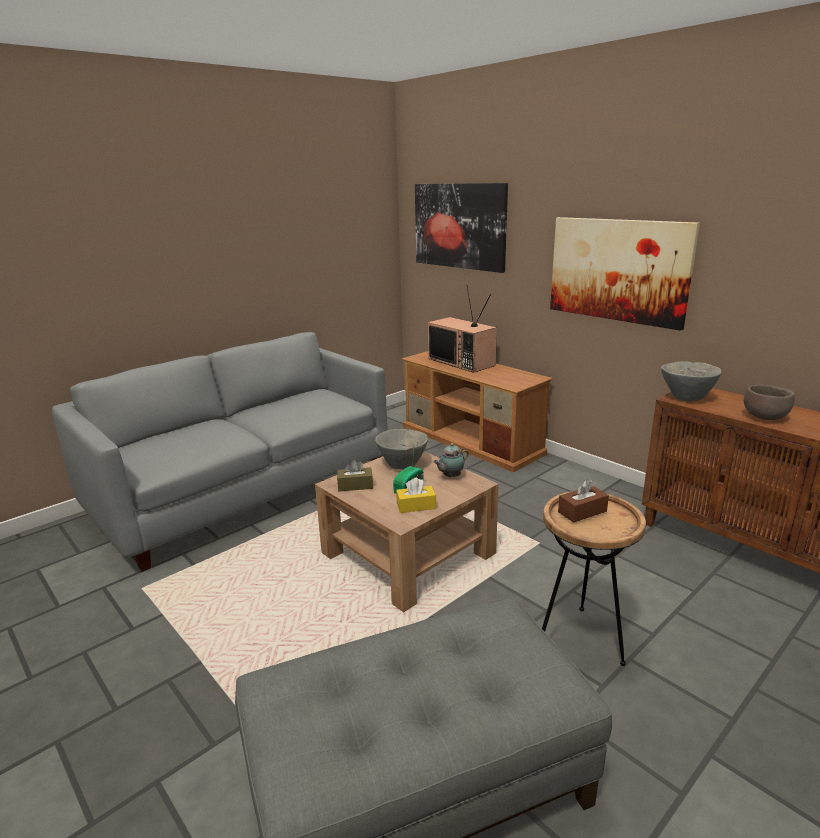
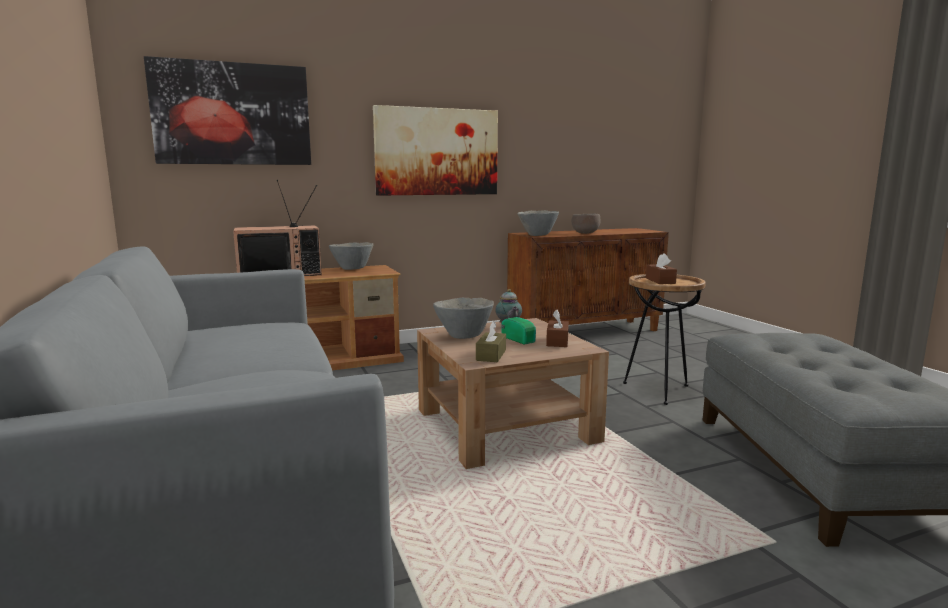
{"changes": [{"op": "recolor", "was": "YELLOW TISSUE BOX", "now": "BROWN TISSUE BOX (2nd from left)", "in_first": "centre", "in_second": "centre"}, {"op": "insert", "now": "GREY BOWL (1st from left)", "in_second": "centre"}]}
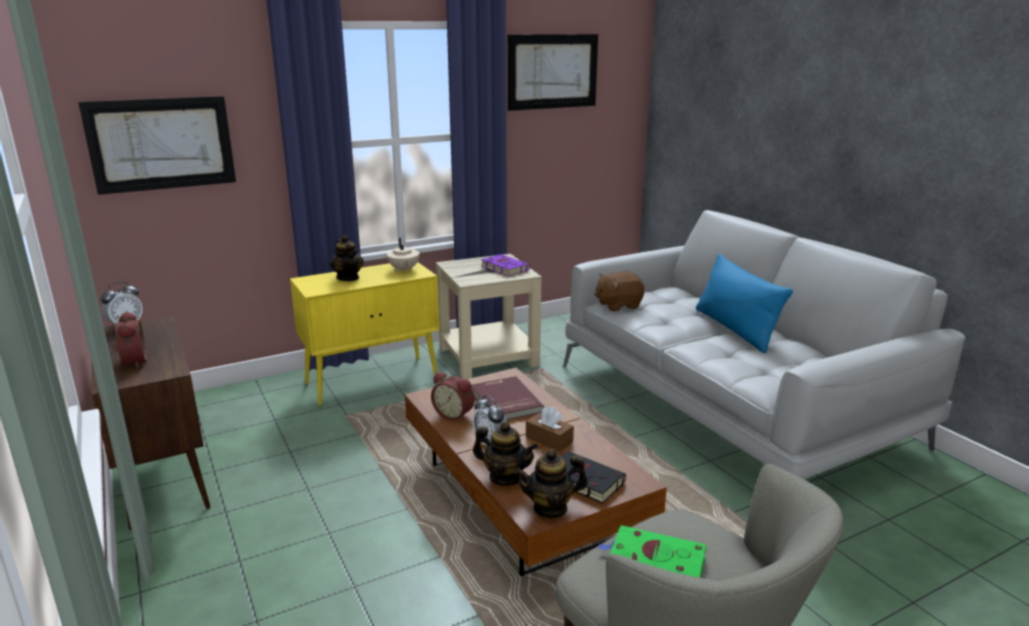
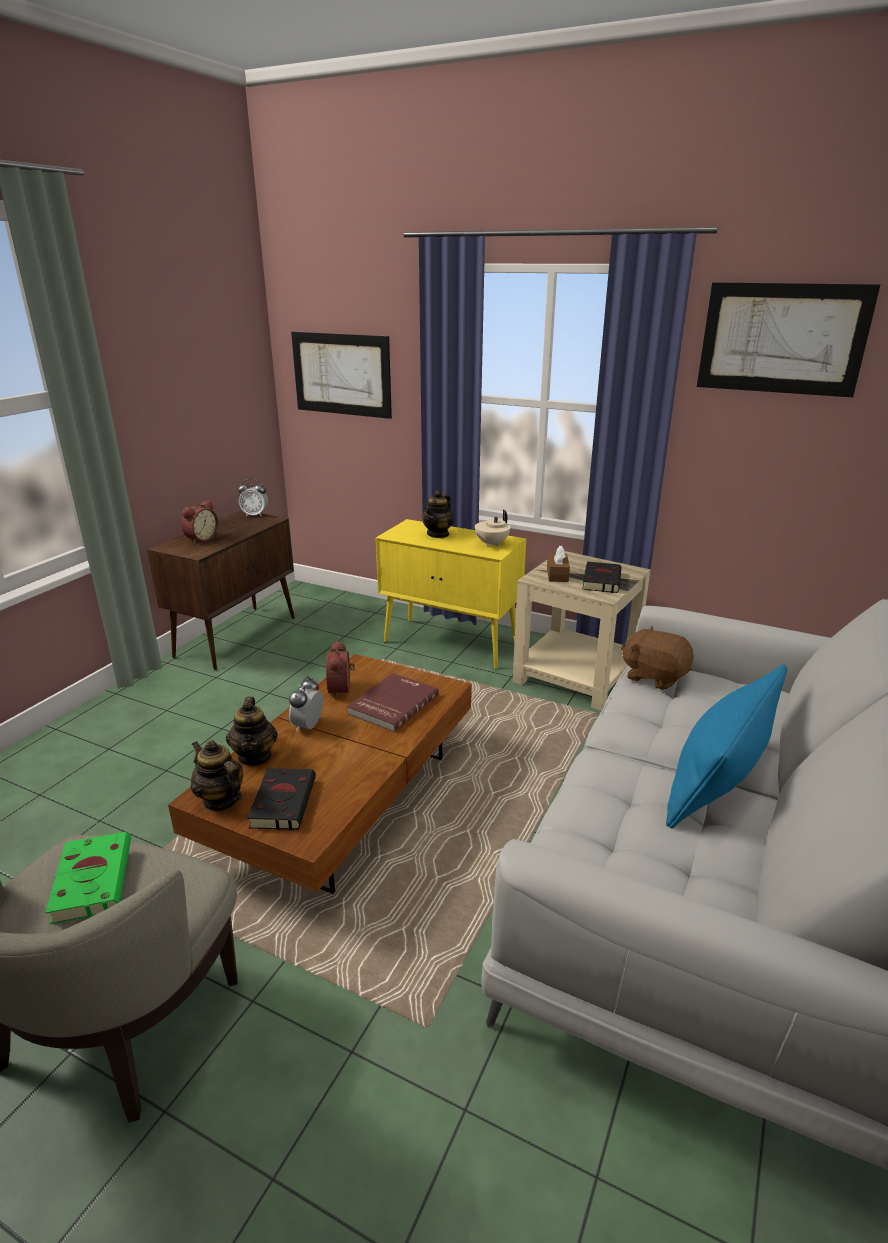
{"changes": [{"op": "recolor", "was": "PURPLE BOOK", "now": "BLACK BOOK (2nd from left)", "in_first": "centre", "in_second": "middle right"}, {"op": "move", "was": "BROWN TISSUE BOX", "in_first": "bottom centre", "in_second": "centre"}]}
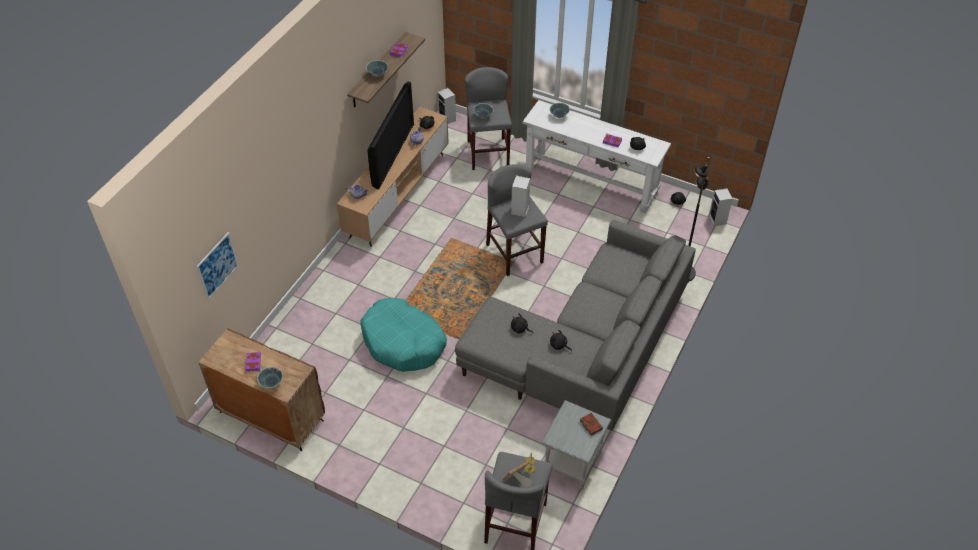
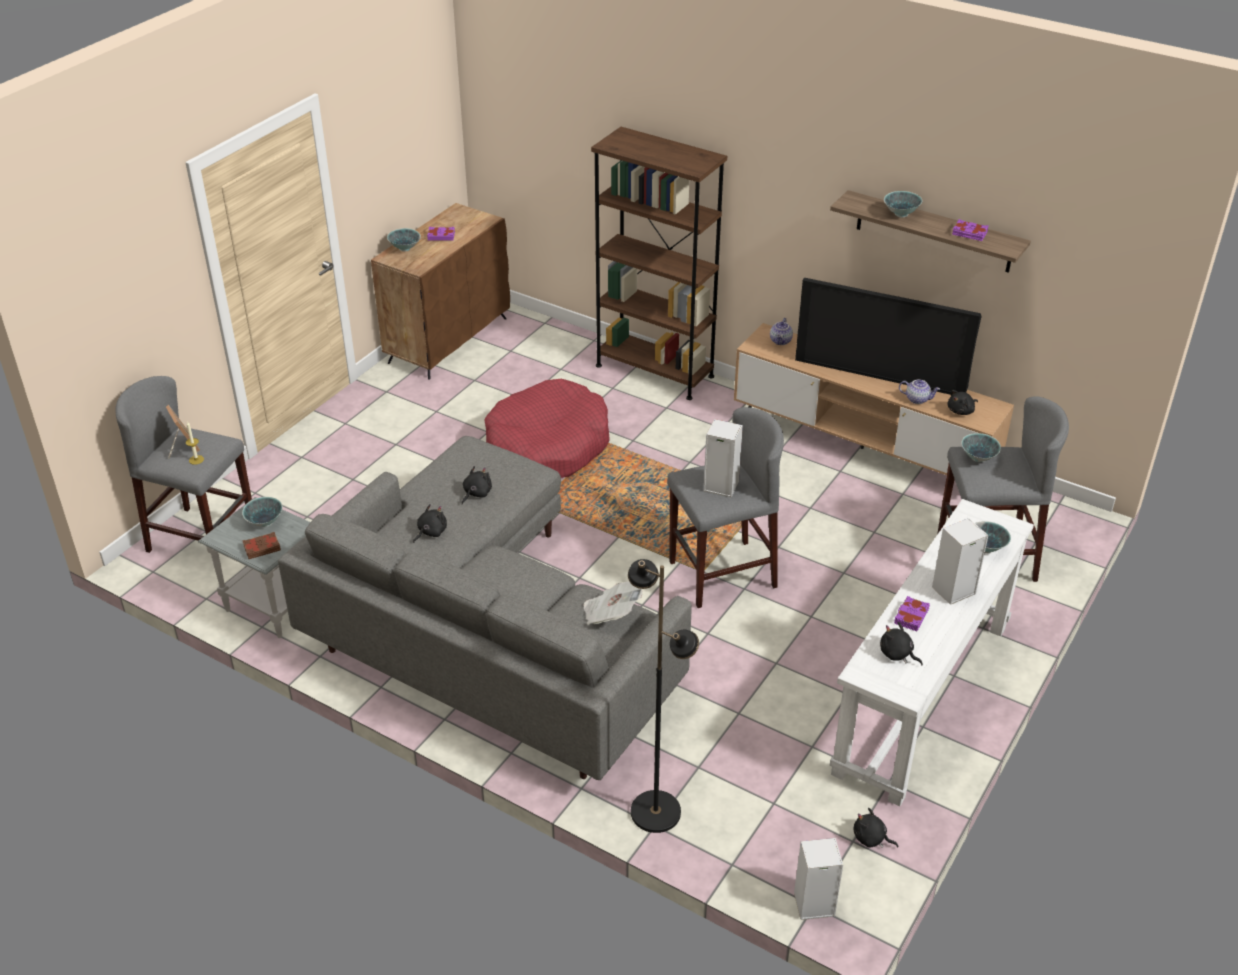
{"changes": [{"op": "move", "was": "SPEAKER (1st from left in the first image)", "now": "SPEAKER (3rd from left)", "in_first": "top centre", "in_second": "middle right"}, {"op": "delete", "was": "PICTURE", "in_first": "middle left"}, {"op": "recolor", "was": "TURQUOISE DOG BED", "now": "RED DOG BED", "in_first": "centre", "in_second": "centre"}, {"op": "insert", "now": "BROWN BOOKCASE", "in_second": "top centre"}, {"op": "insert", "now": "BOWL (1st from left)", "in_second": "middle left"}, {"op": "insert", "now": "NEWSPAPER", "in_second": "centre"}]}
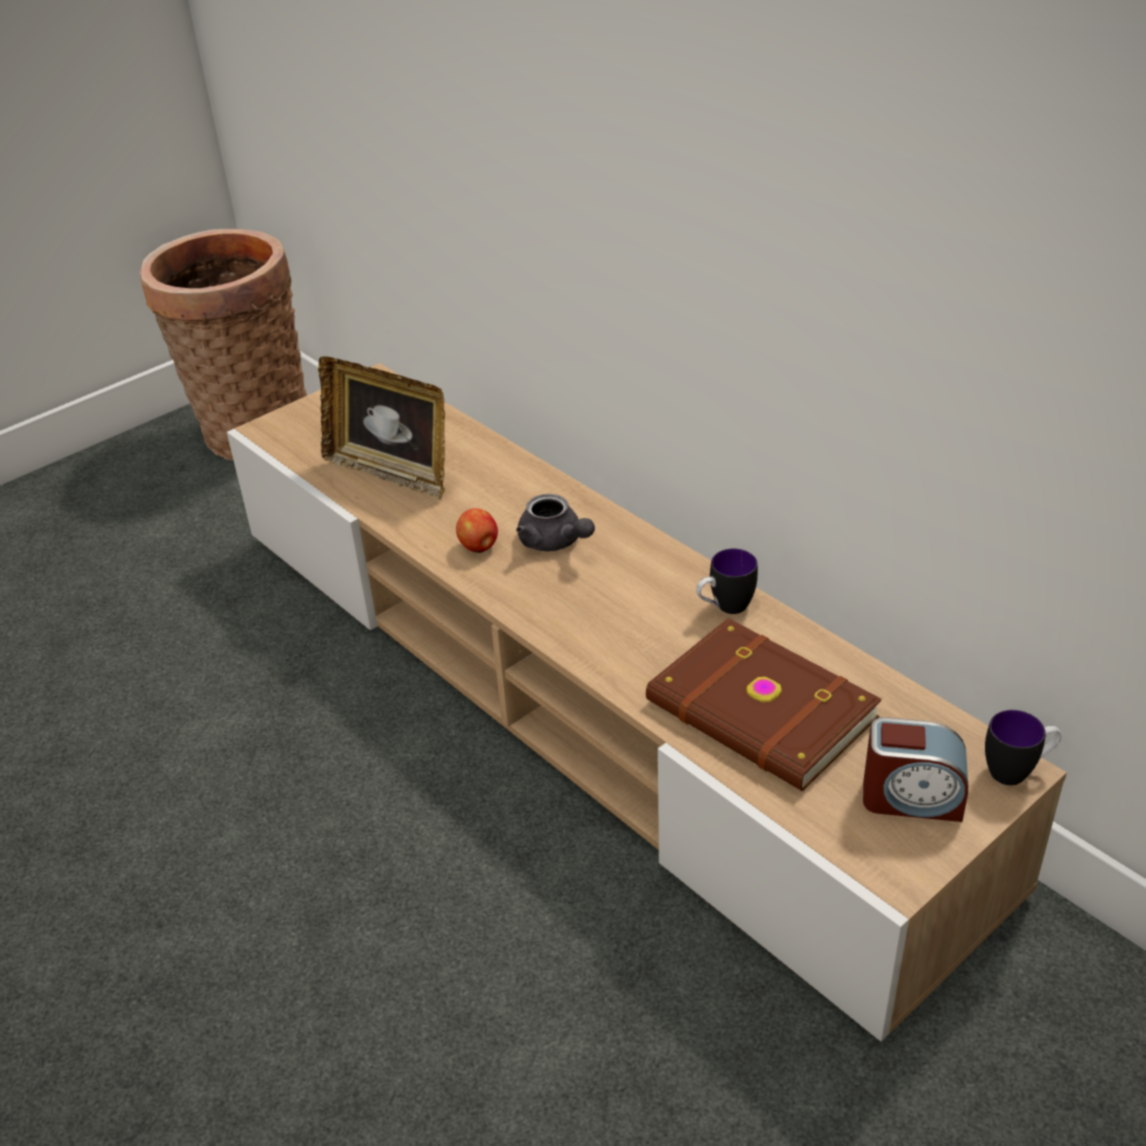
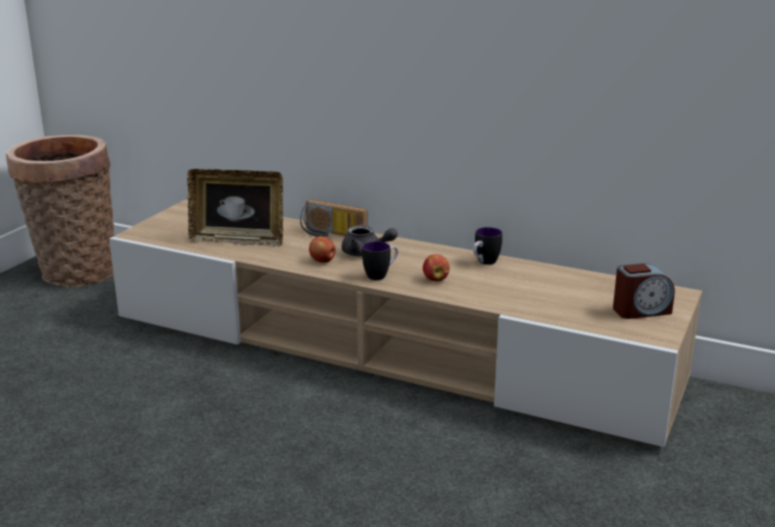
{"changes": [{"op": "delete", "was": "BROWN BOOK", "in_first": "middle right"}, {"op": "move", "was": "MUG (2nd from left in the first image)", "now": "MUG (1st from left)", "in_first": "middle right", "in_second": "centre"}, {"op": "insert", "now": "RADIO", "in_second": "centre"}, {"op": "insert", "now": "APPLE (2nd from left)", "in_second": "centre"}]}
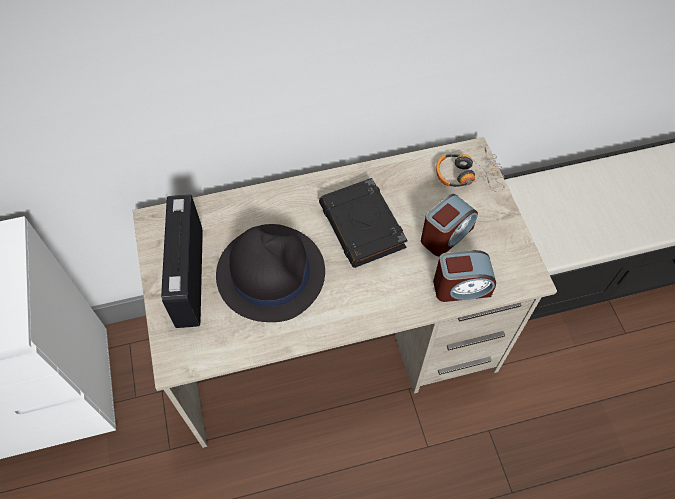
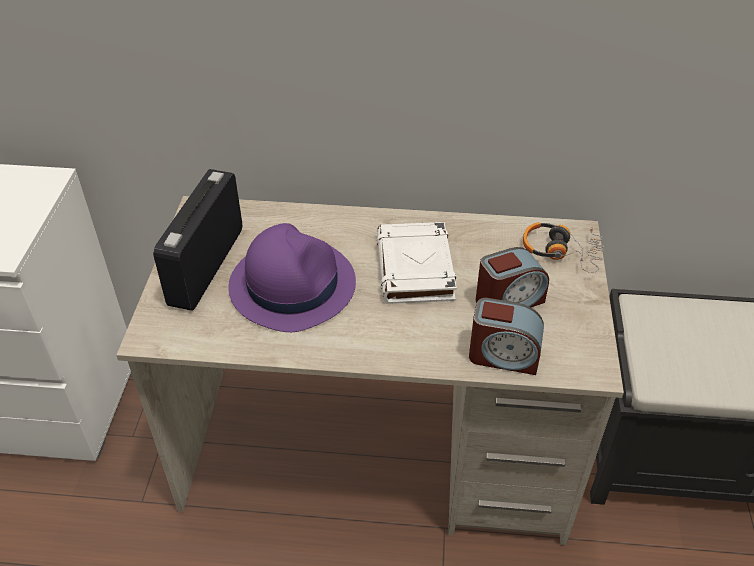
{"changes": [{"op": "recolor", "was": "BLACK BOOK", "now": "WHITE BOOK", "in_first": "centre", "in_second": "centre"}, {"op": "recolor", "was": "BLACK HAT", "now": "PURPLE HAT", "in_first": "centre", "in_second": "centre"}]}
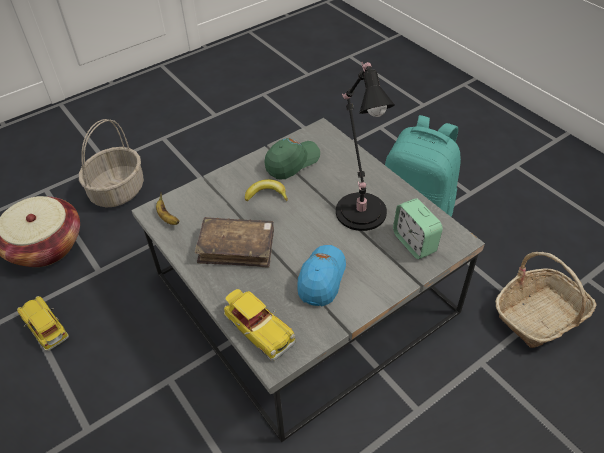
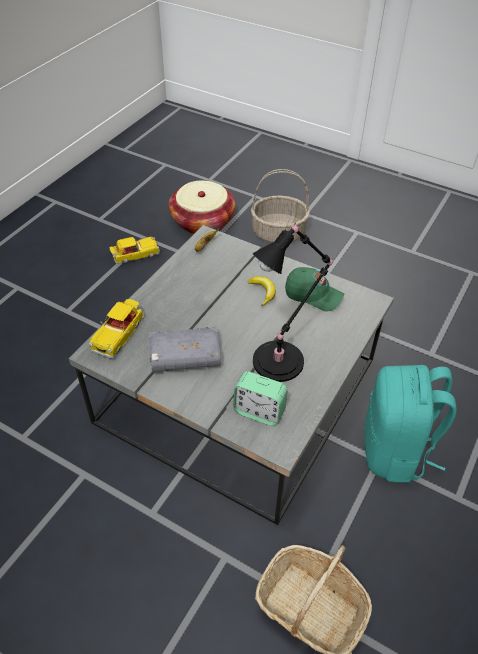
{"changes": [{"op": "rotate", "was": "ALARM CLOCK", "in_first": "middle right", "in_second": "centre", "clockwise": -105}, {"op": "delete", "was": "BROWN BOOK", "in_first": "centre"}, {"op": "replace", "was": "BLUE CAP", "now": "GREY BOOK", "in_first": "centre", "in_second": "centre"}, {"op": "rotate", "was": "TOY CAR (1st from left in the first image)", "in_first": "bottom left", "in_second": "middle left", "clockwise": 45}]}
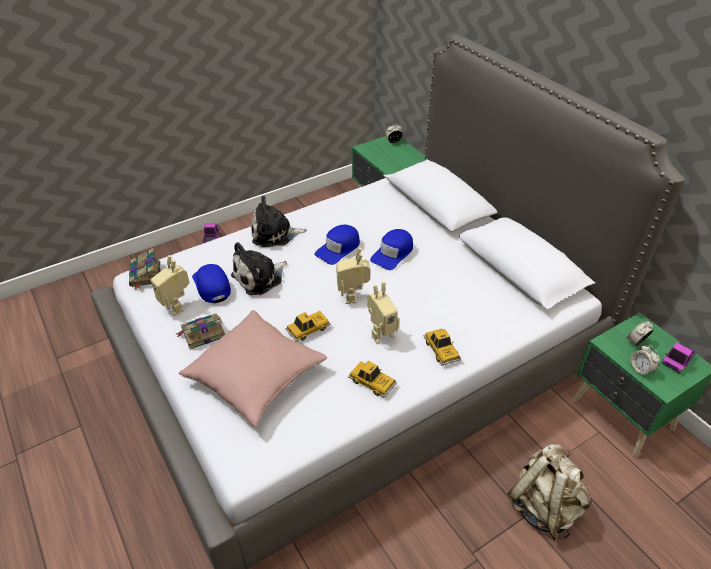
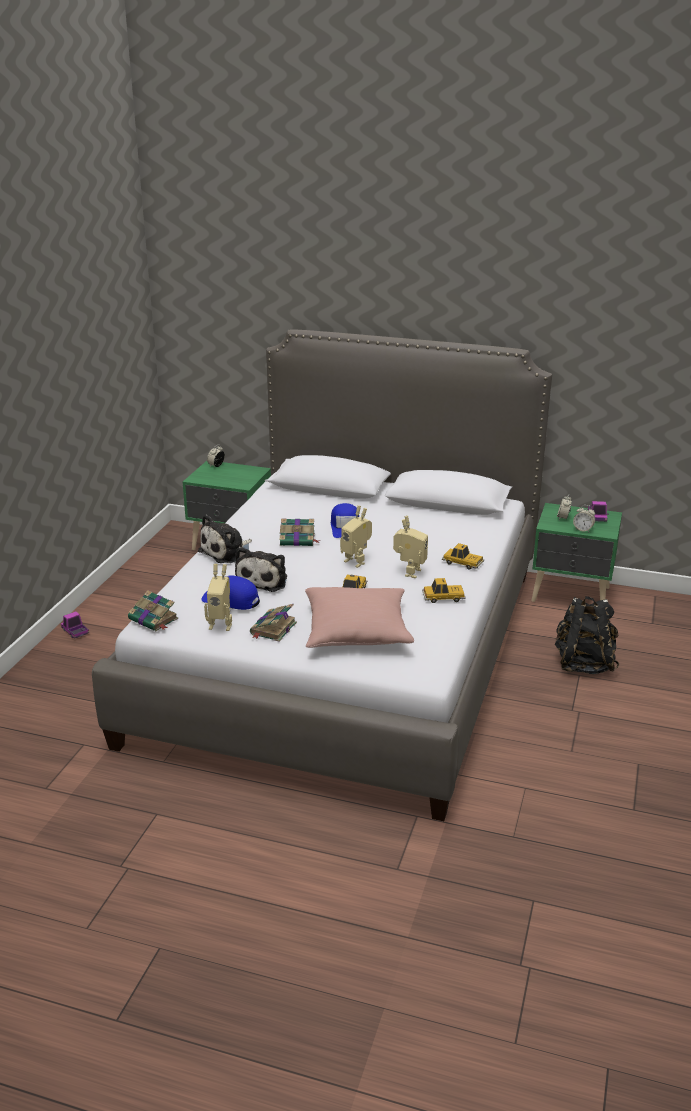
{"changes": [{"op": "replace", "was": "BLUE CAP (2nd from left)", "now": "BOOK (3rd from left)", "in_first": "centre", "in_second": "centre"}, {"op": "recolor", "was": "BEIGE BACKPACK", "now": "BLACK BACKPACK", "in_first": "bottom right", "in_second": "middle right"}]}
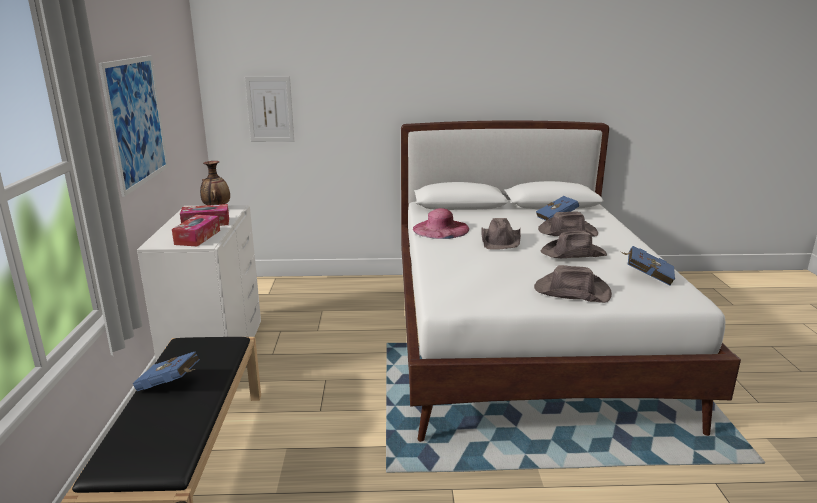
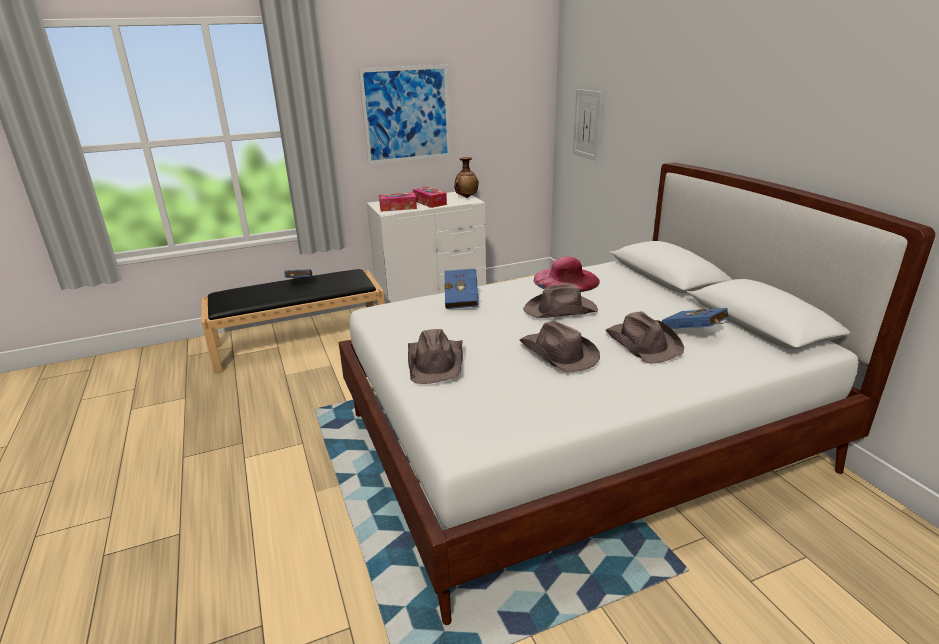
{"changes": [{"op": "move", "was": "BLUE BOOK (3rd from left in the first image)", "now": "BLUE BOOK (2nd from left)", "in_first": "middle right", "in_second": "centre"}]}
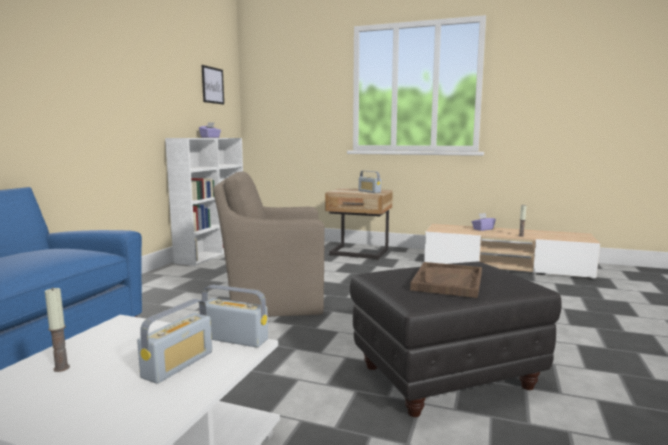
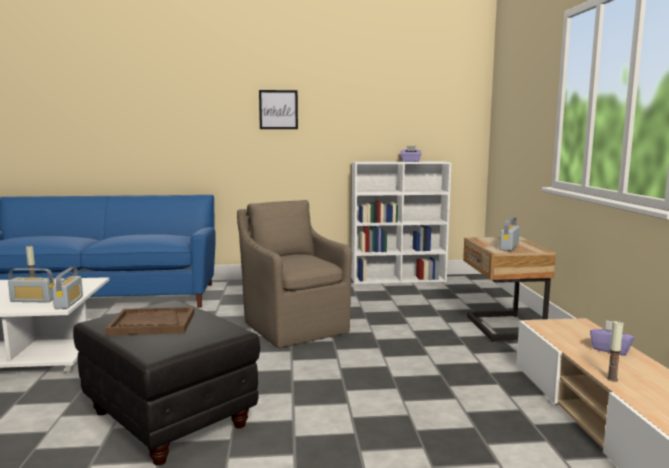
{"changes": [{"op": "move", "was": "PICTURE", "in_first": "top left", "in_second": "top centre"}]}
